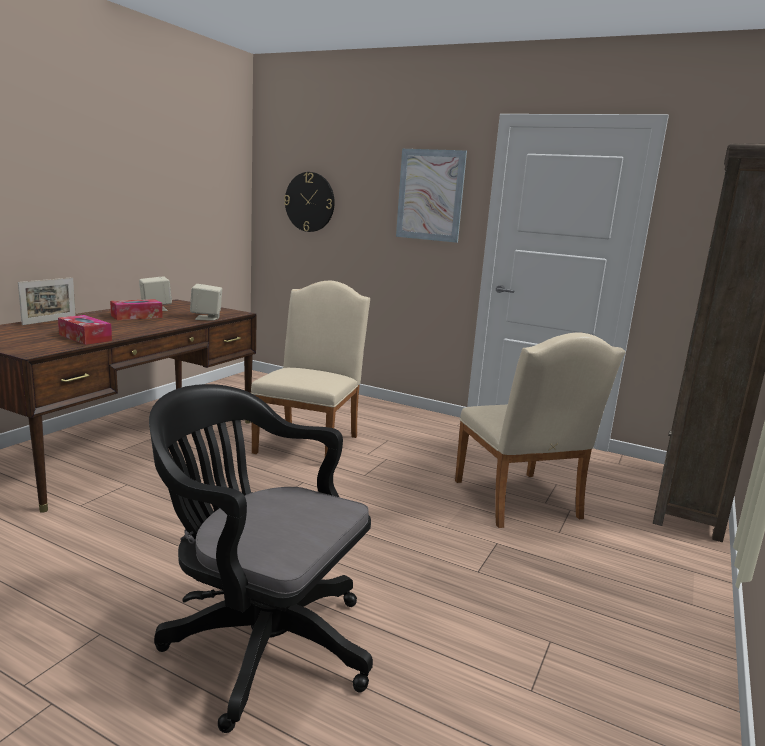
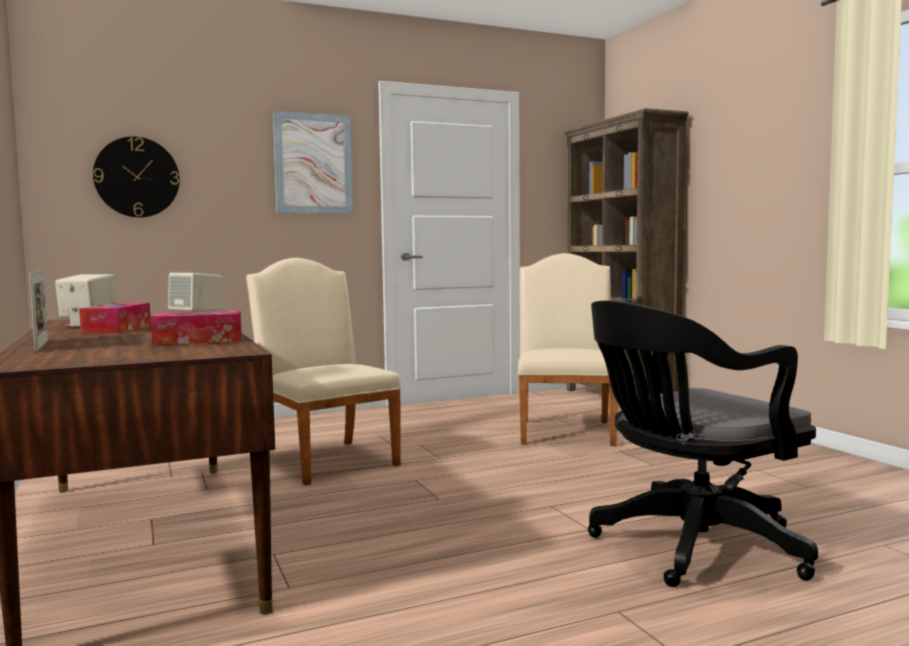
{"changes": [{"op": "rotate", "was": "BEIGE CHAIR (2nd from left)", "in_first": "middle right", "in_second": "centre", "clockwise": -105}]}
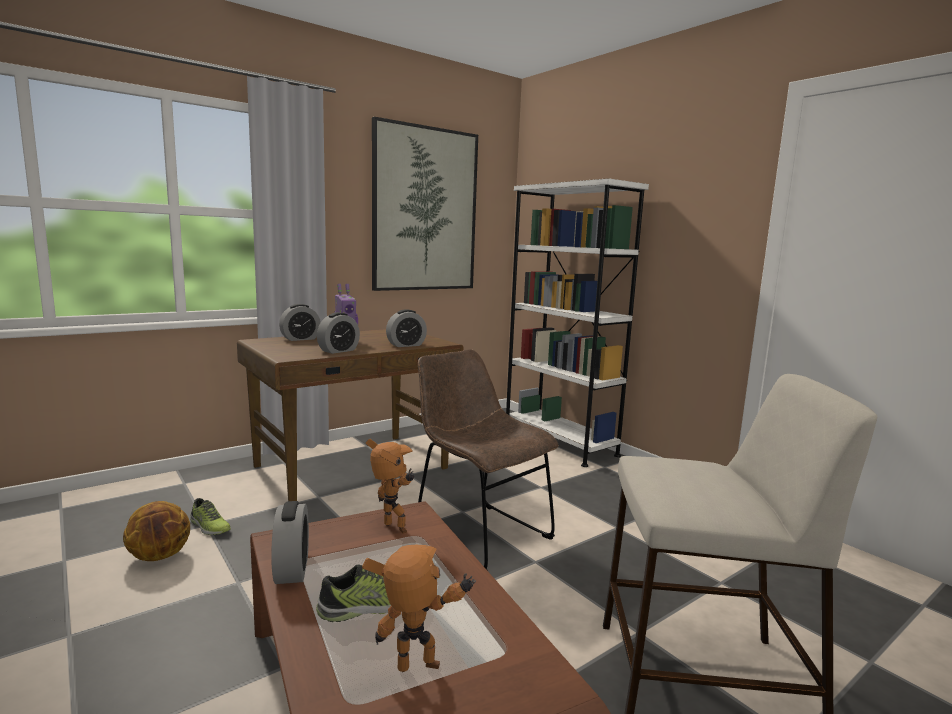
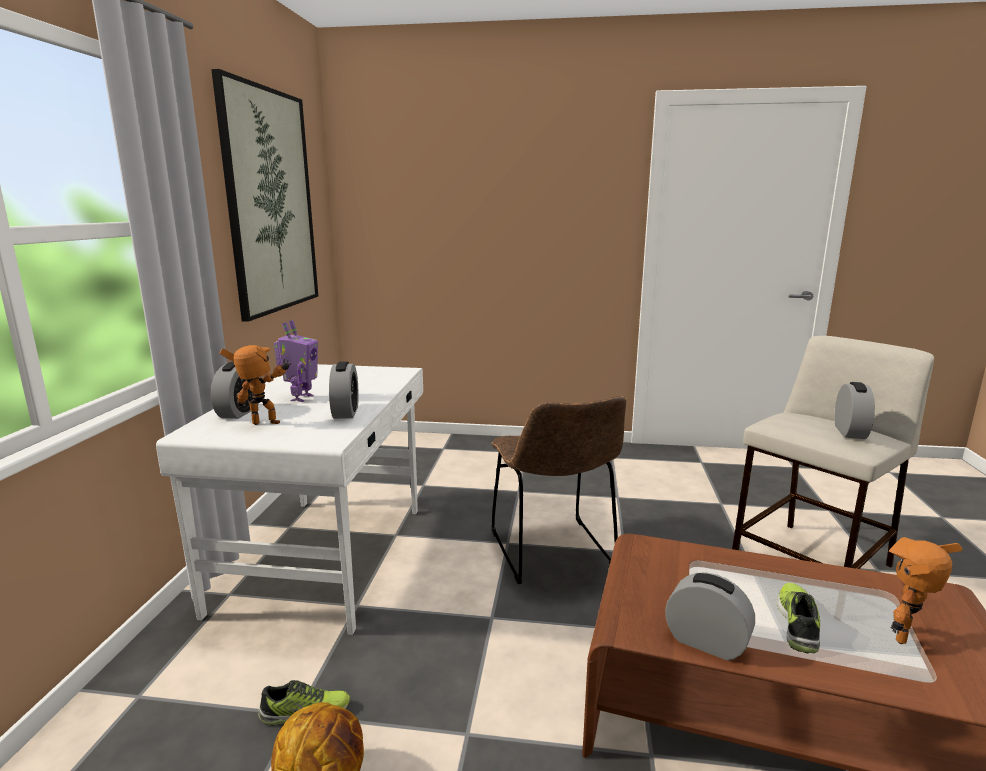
{"changes": [{"op": "delete", "was": "WHITE BOOKCASE", "in_first": "centre"}, {"op": "move", "was": "ALARM CLOCK (4th from left)", "in_first": "centre", "in_second": "middle right"}, {"op": "recolor", "was": "BROWN DESK", "now": "WHITE DESK", "in_first": "centre", "in_second": "middle left"}, {"op": "rotate", "was": "BROWN CHAIR", "in_first": "centre", "in_second": "centre", "clockwise": -105}, {"op": "move", "was": "TOY ROBOT (2nd from left in the first image)", "now": "TOY ROBOT (1st from left)", "in_first": "bottom centre", "in_second": "middle left"}]}
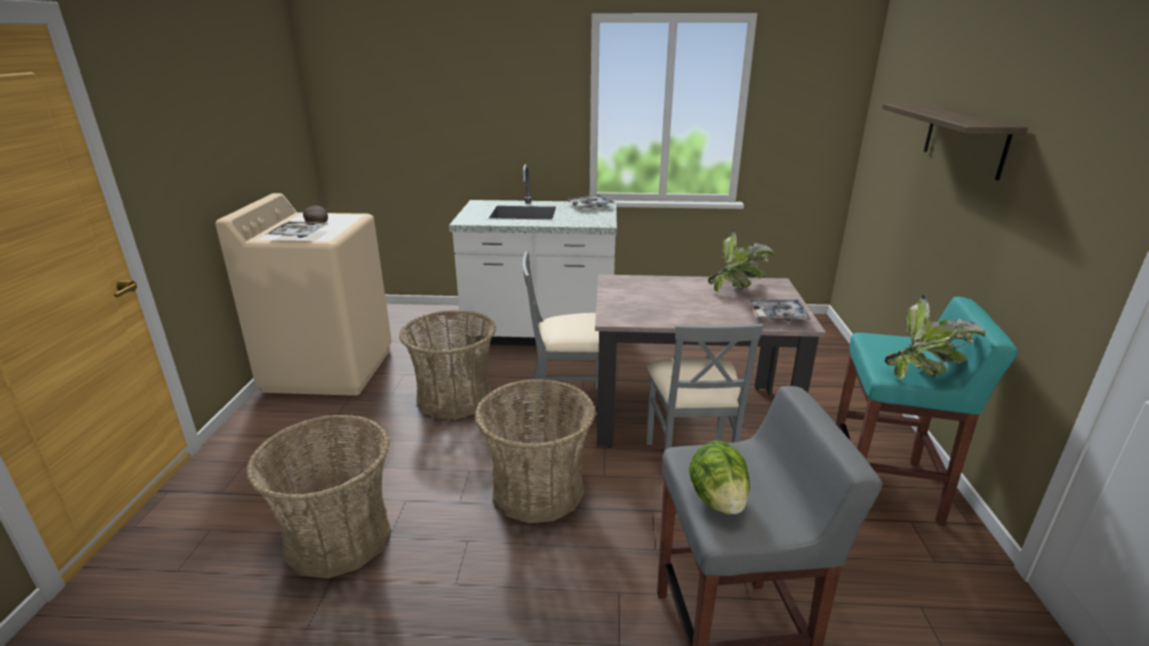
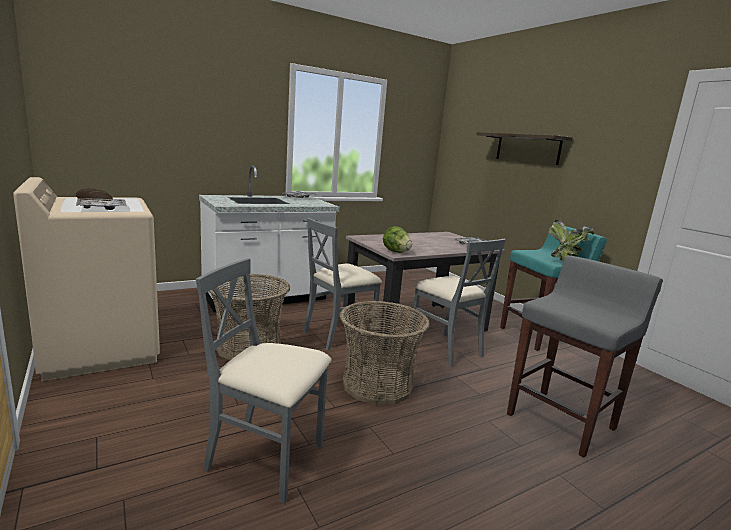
{"changes": [{"op": "delete", "was": "POTTED PLANT (1st from left)", "in_first": "centre"}, {"op": "replace", "was": "BASKET (1st from left)", "now": "GREY CHAIR (1st from left)", "in_first": "bottom left", "in_second": "bottom centre"}, {"op": "move", "was": "LETTUCE", "in_first": "bottom centre", "in_second": "centre"}]}
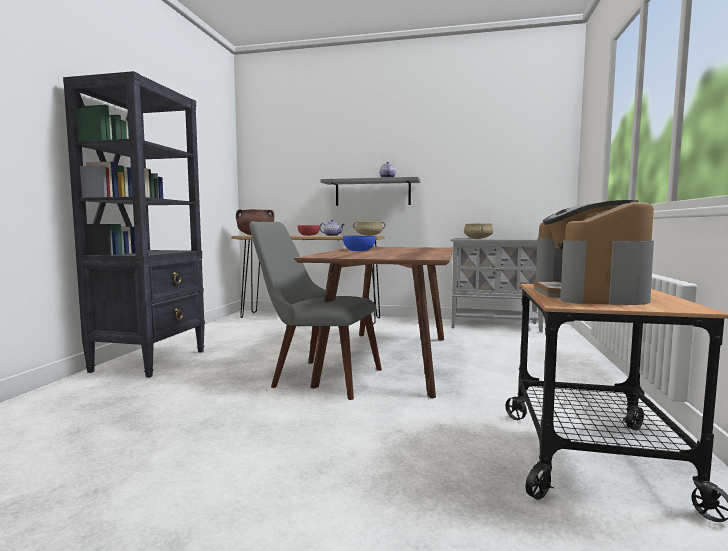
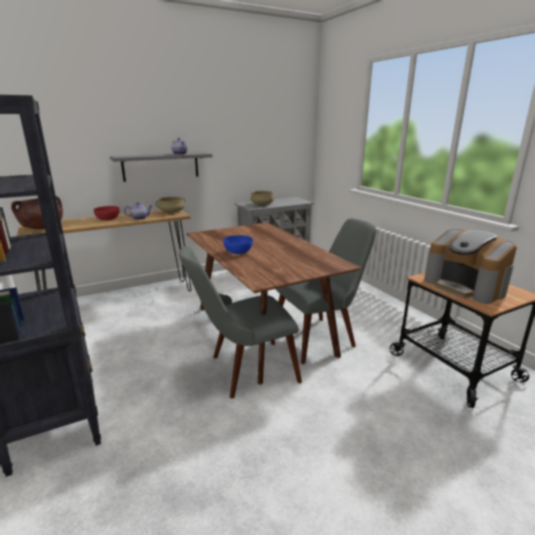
{"changes": [{"op": "insert", "now": "GREY CHAIR (2nd from left)", "in_second": "centre"}]}
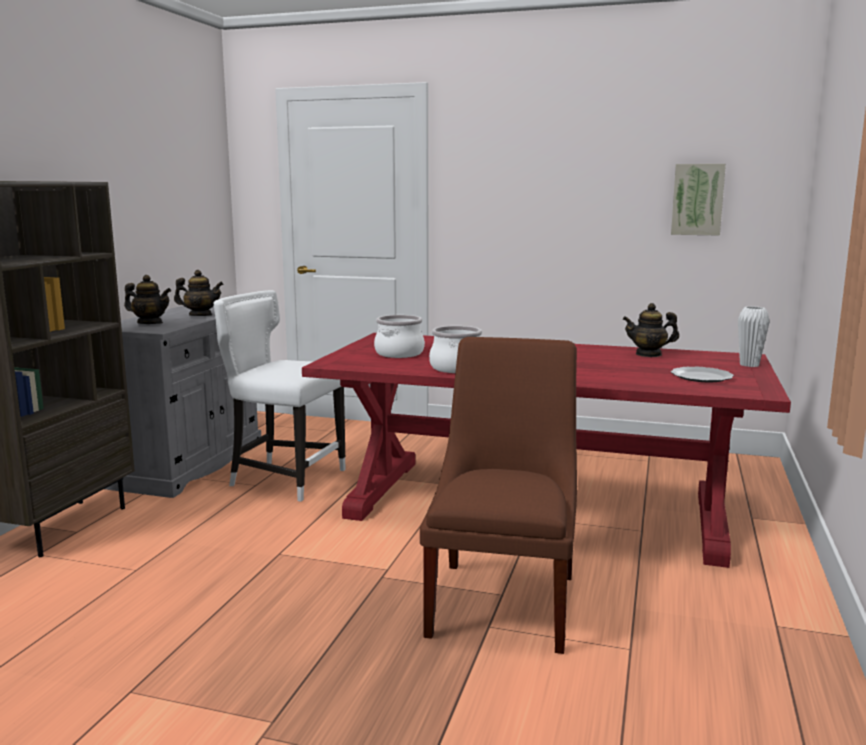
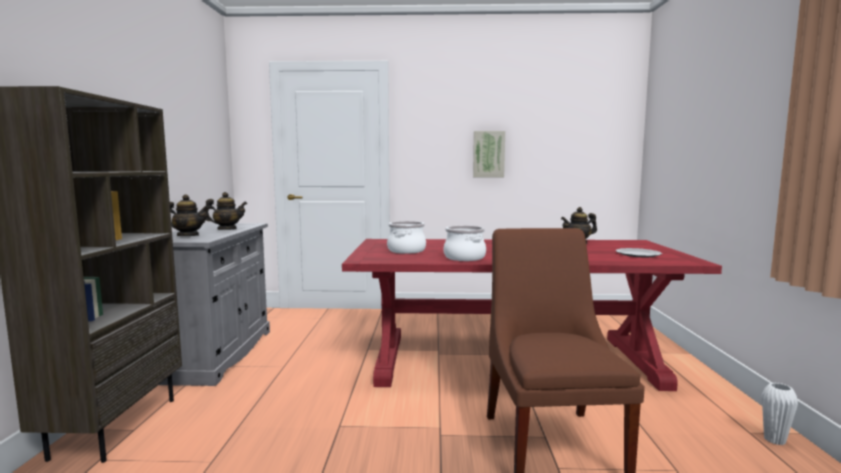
{"changes": [{"op": "move", "was": "PICTURE", "in_first": "top right", "in_second": "top centre"}, {"op": "delete", "was": "WHITE CHAIR", "in_first": "middle left"}, {"op": "move", "was": "WHITE VASE", "in_first": "middle right", "in_second": "bottom right"}]}
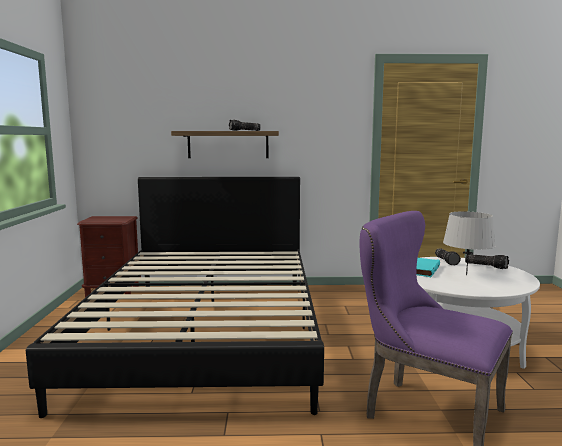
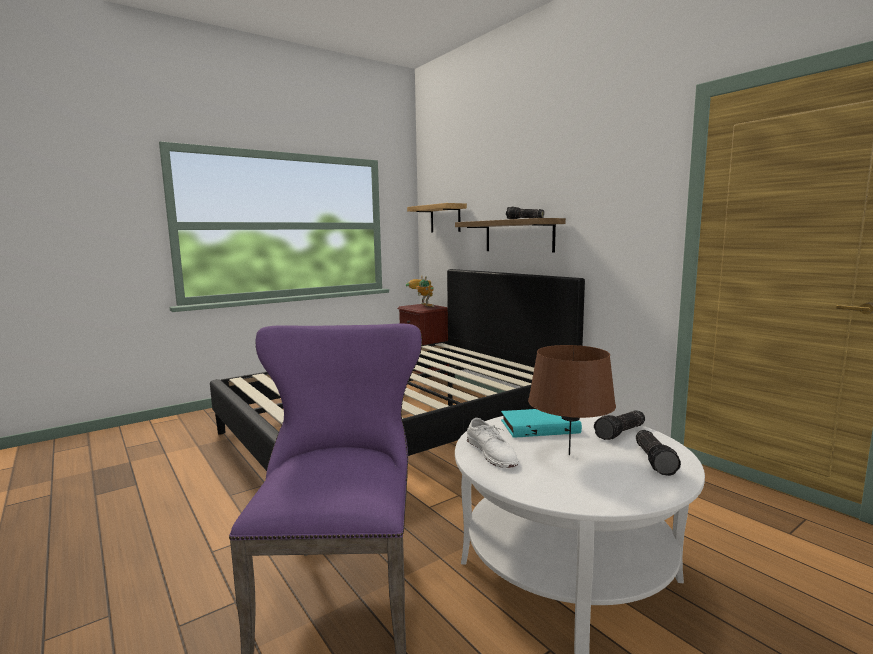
{"changes": [{"op": "recolor", "was": "GREY TABLE LAMP", "now": "BROWN TABLE LAMP", "in_first": "middle right", "in_second": "centre"}, {"op": "insert", "now": "SHELF (1st from left)", "in_second": "top centre"}, {"op": "insert", "now": "TOY ROBOT", "in_second": "centre"}, {"op": "insert", "now": "WHITE SHOE", "in_second": "bottom centre"}]}
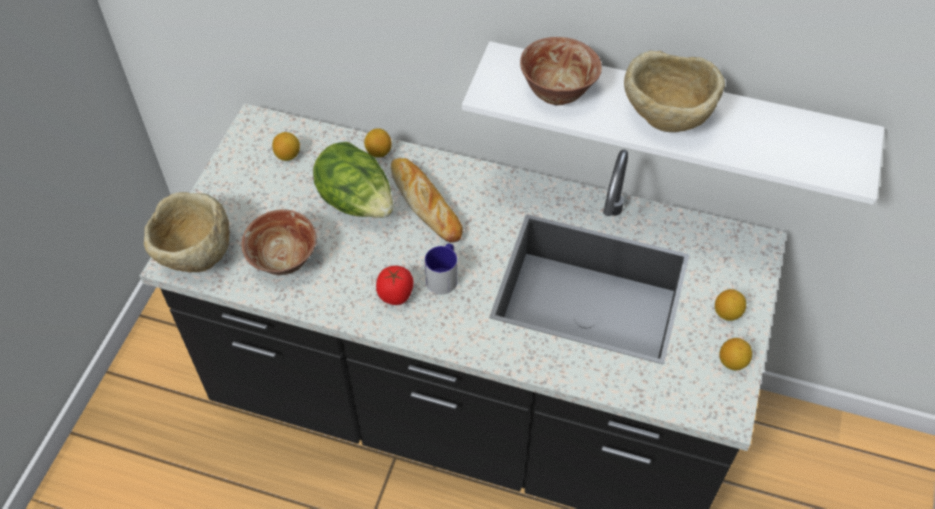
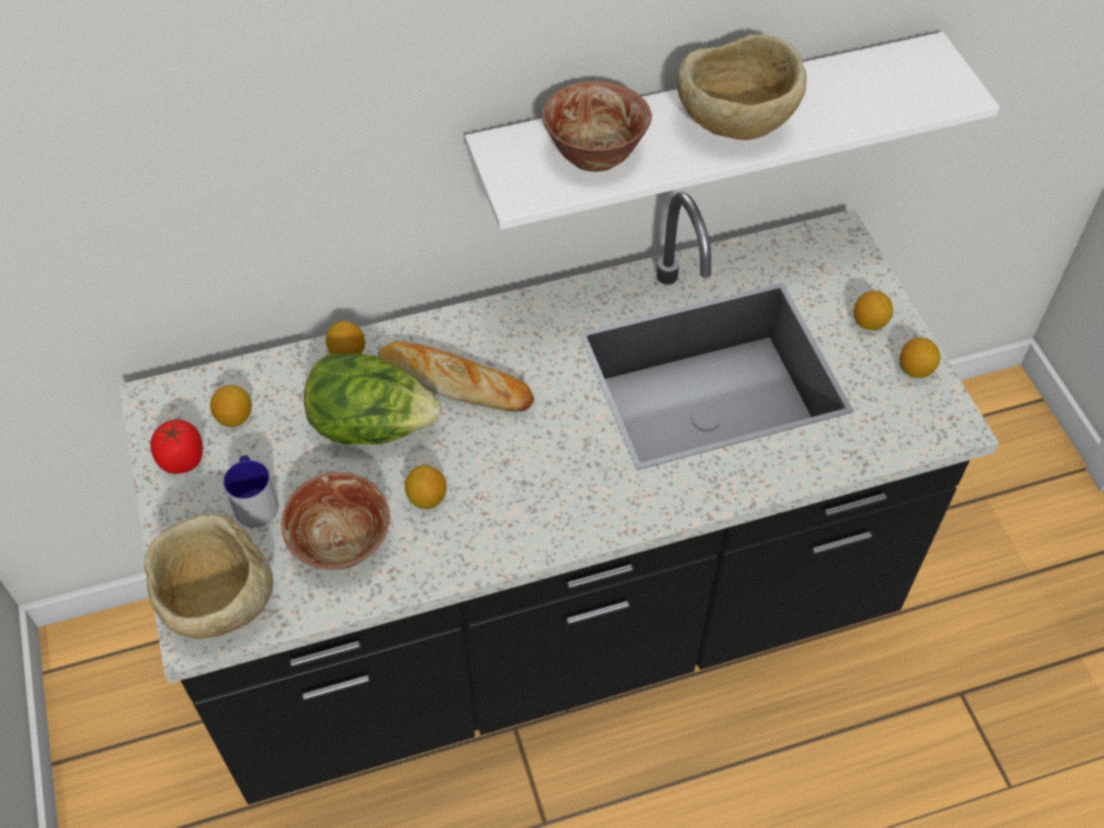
{"changes": [{"op": "move", "was": "MUG", "in_first": "centre", "in_second": "middle left"}, {"op": "move", "was": "TOMATO", "in_first": "centre", "in_second": "middle left"}, {"op": "insert", "now": "LEMON (3rd from left)", "in_second": "centre"}]}
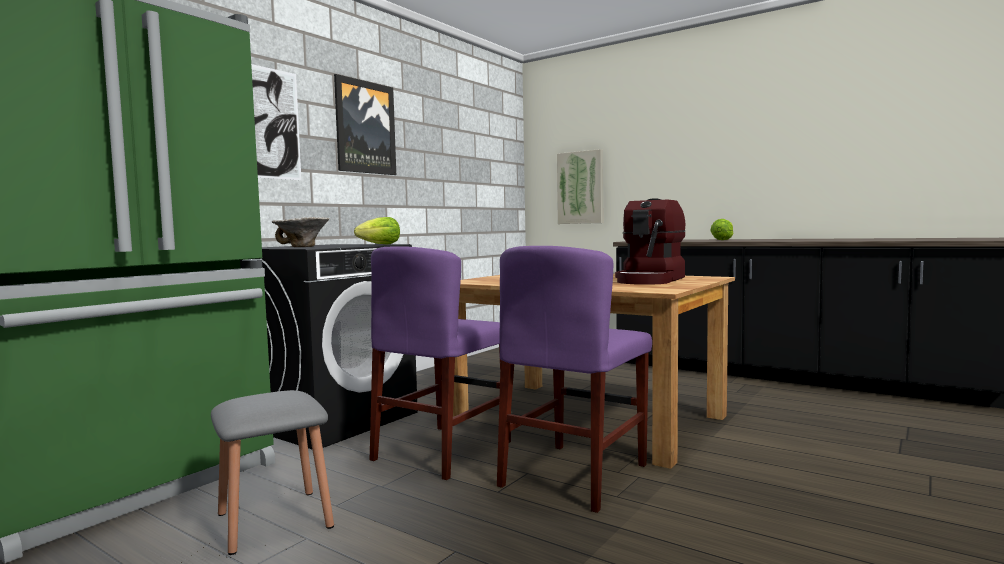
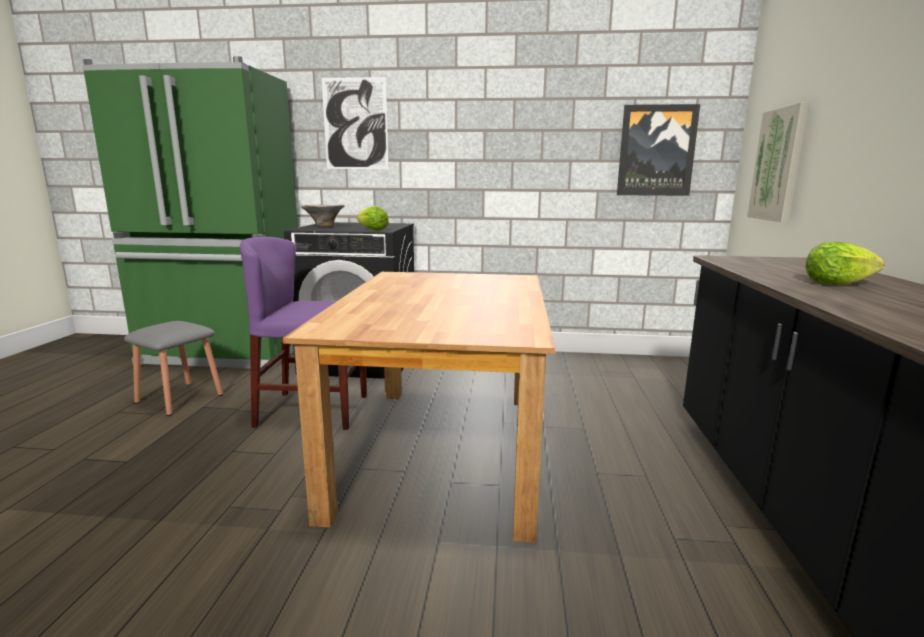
{"changes": [{"op": "move", "was": "PICTURE (2nd from left)", "in_first": "top centre", "in_second": "top right"}, {"op": "delete", "was": "COFFEE MACHINE", "in_first": "centre"}, {"op": "delete", "was": "PURPLE CHAIR (2nd from left)", "in_first": "bottom centre"}]}
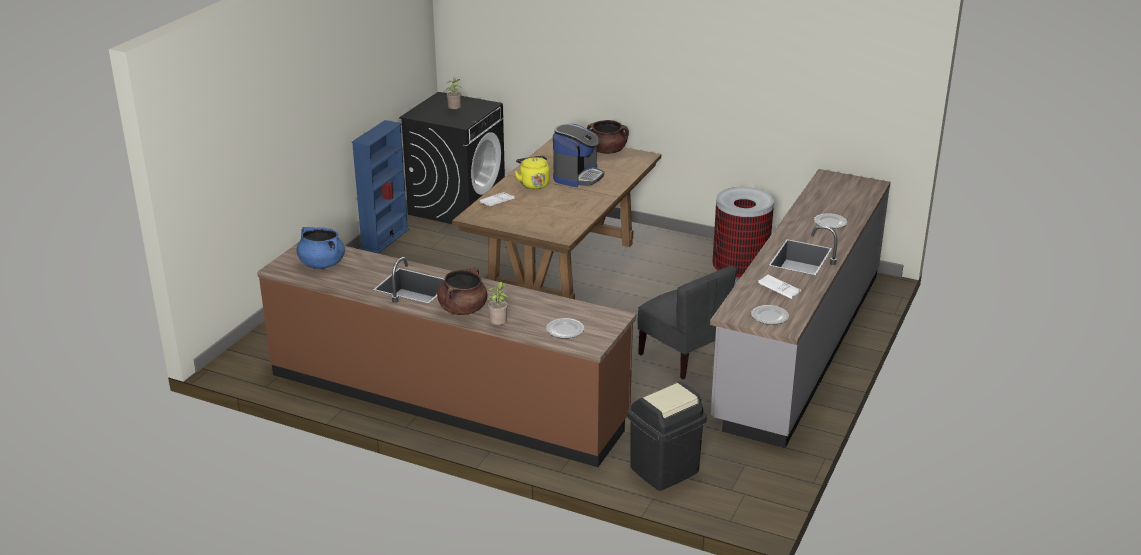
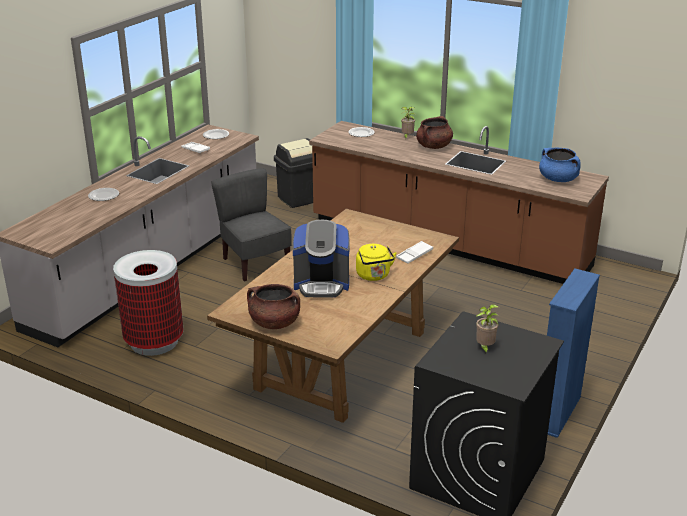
{"changes": [{"op": "rotate", "was": "COFFEE MACHINE", "in_first": "top centre", "in_second": "centre", "clockwise": -120}]}
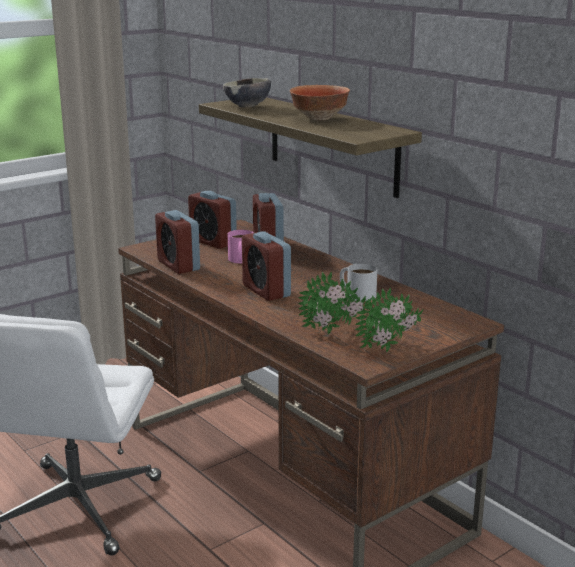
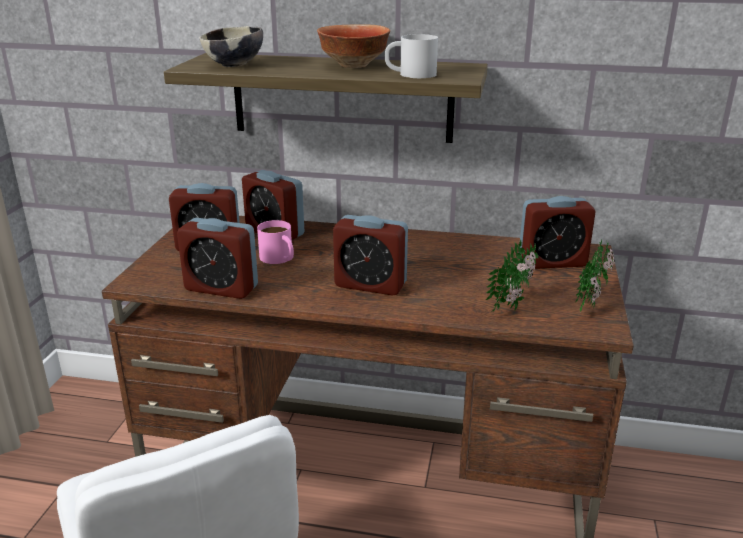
{"changes": [{"op": "move", "was": "WHITE MUG", "in_first": "centre", "in_second": "top centre"}, {"op": "insert", "now": "ALARM CLOCK (5th from left)", "in_second": "middle right"}]}
